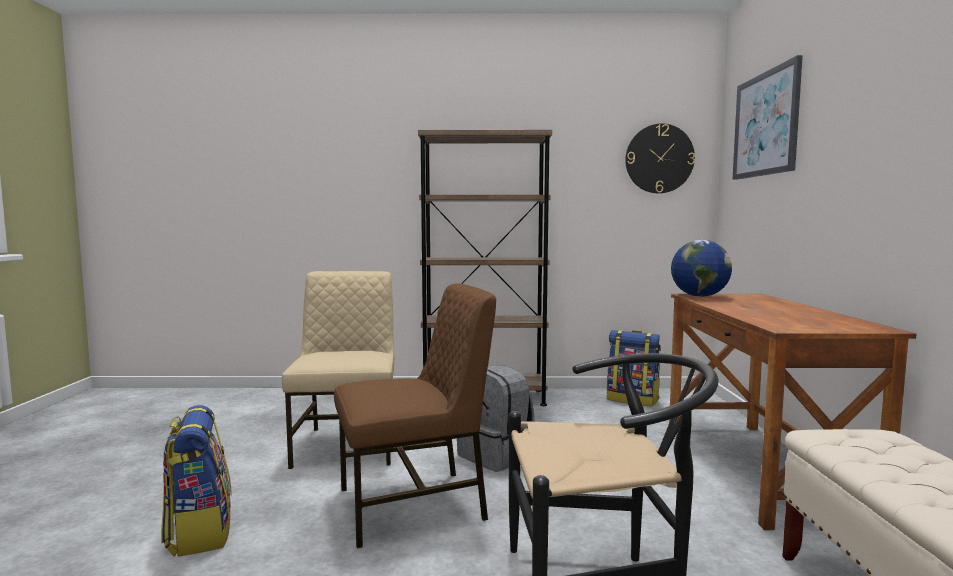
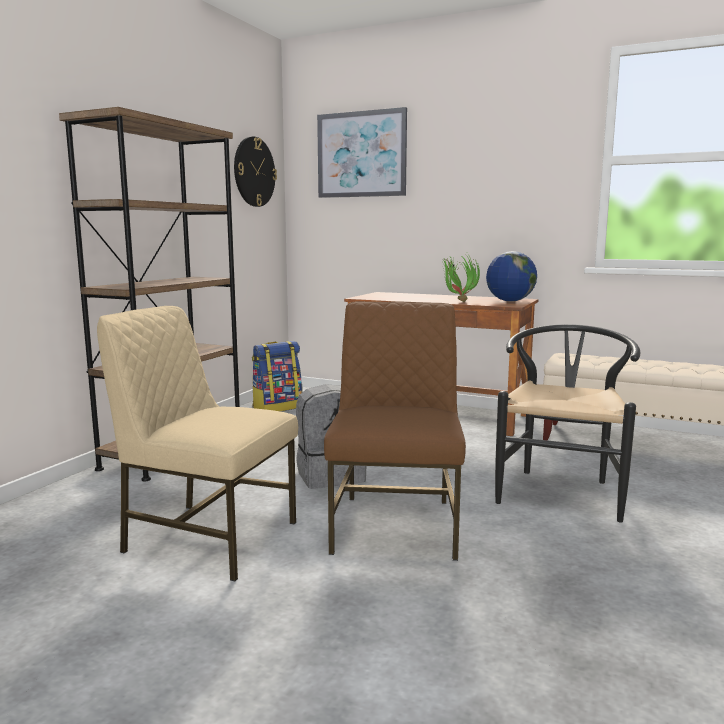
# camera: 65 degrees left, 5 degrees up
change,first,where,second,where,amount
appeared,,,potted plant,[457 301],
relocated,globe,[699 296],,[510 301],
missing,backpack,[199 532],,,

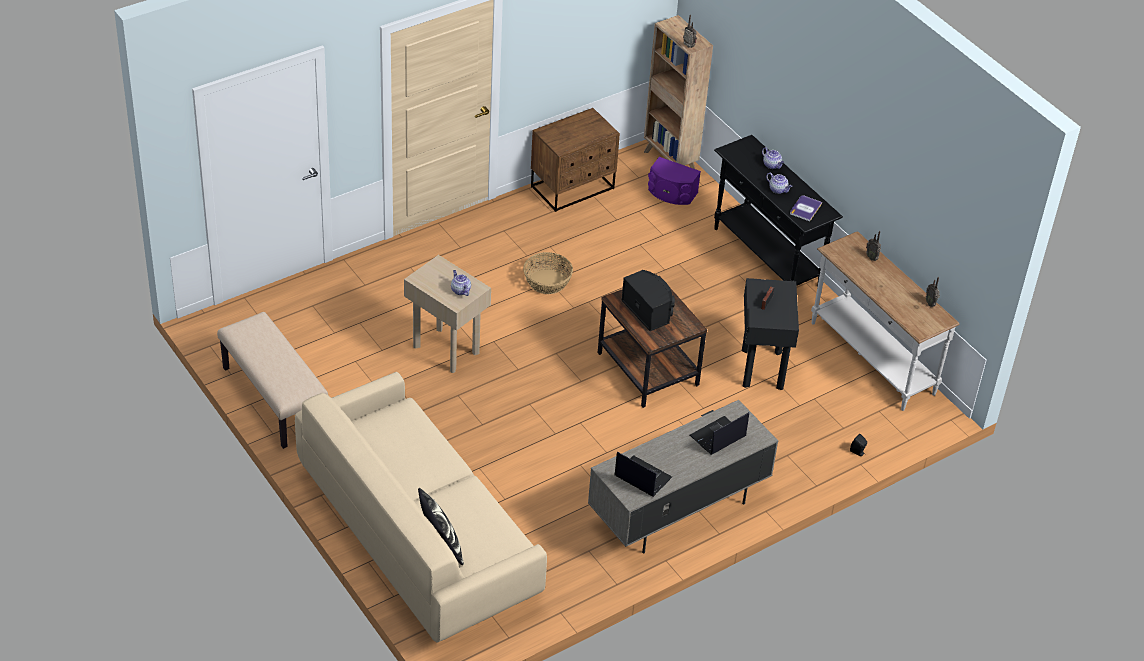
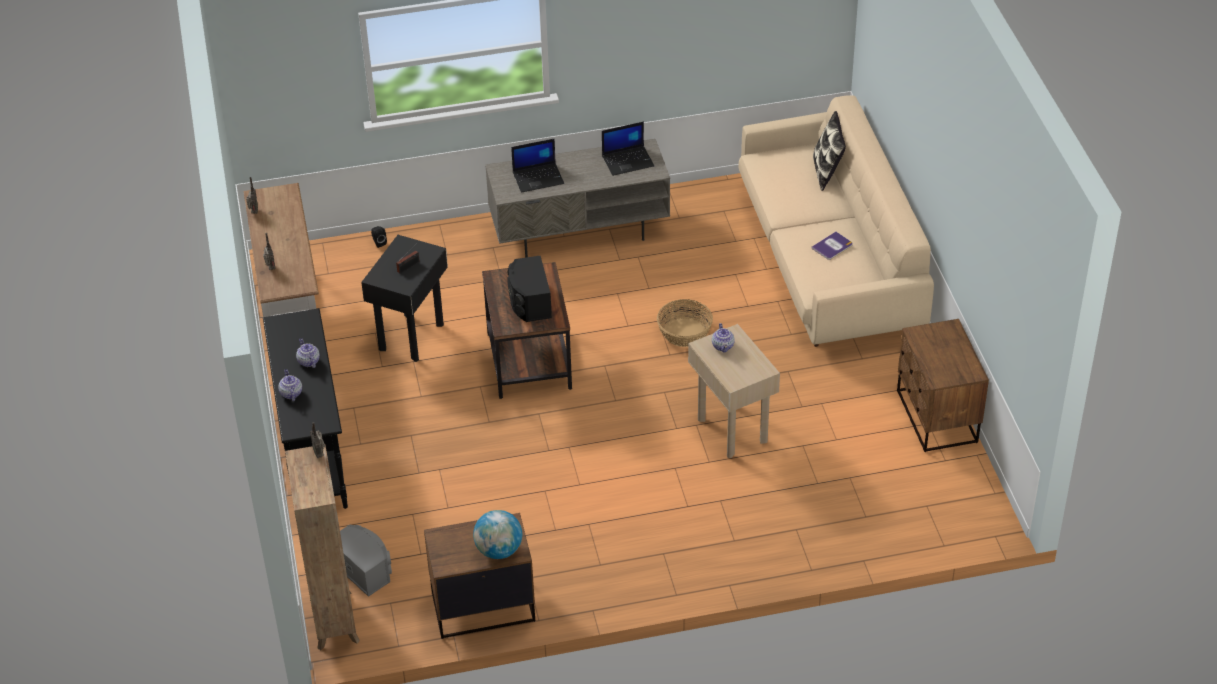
# camera: 155 degrees left, 0 degrees up
change,first,where,second,where,amount
colour,purple speaker,[671 193],grey speaker,[364 569],
appeared,,,globe,[499 550],
spun,laptop,[642 477],,[628 161],75 degrees counterclockwise
relocated,basket,[547 281],,[684 333],
relocated,book,[805 208],,[832 246],
exchanged,beige bench,[273 399],brown nightstand,[936 417],

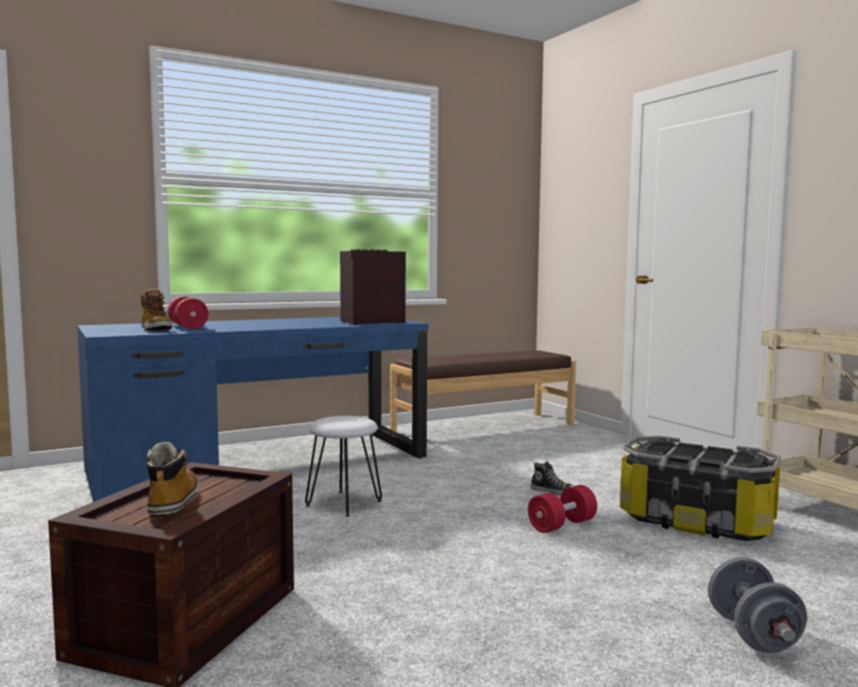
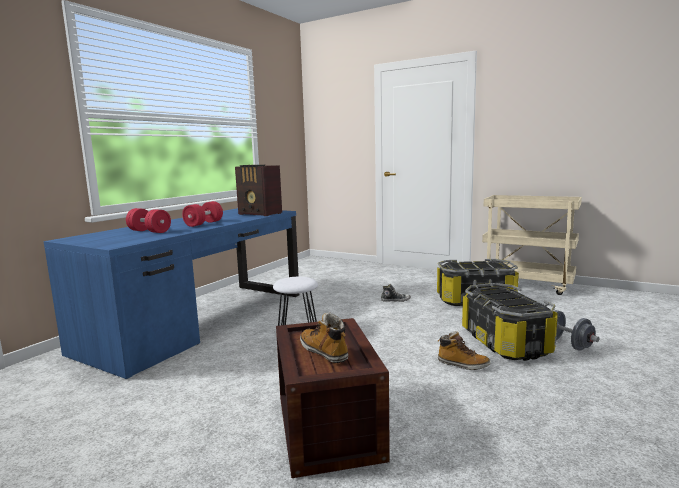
# camera: 30 degrees left, 5 degrees up
change,first,where,second,where,amount
relocated,red dumbbell,[562 525],,[204 223],
spun,radio,[371 322],,[260 214],90 degrees counterclockwise
relocated,boot,[155 329],,[462 364],
appeared,,,storage box,[506 342],
missing,brown bench,[483 428],,,

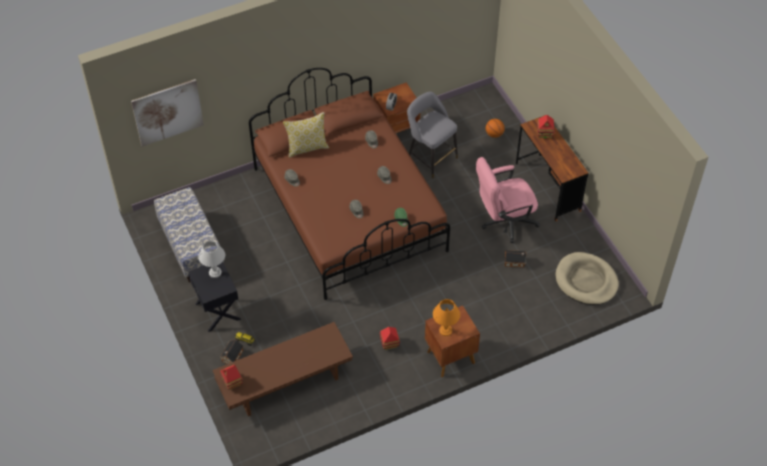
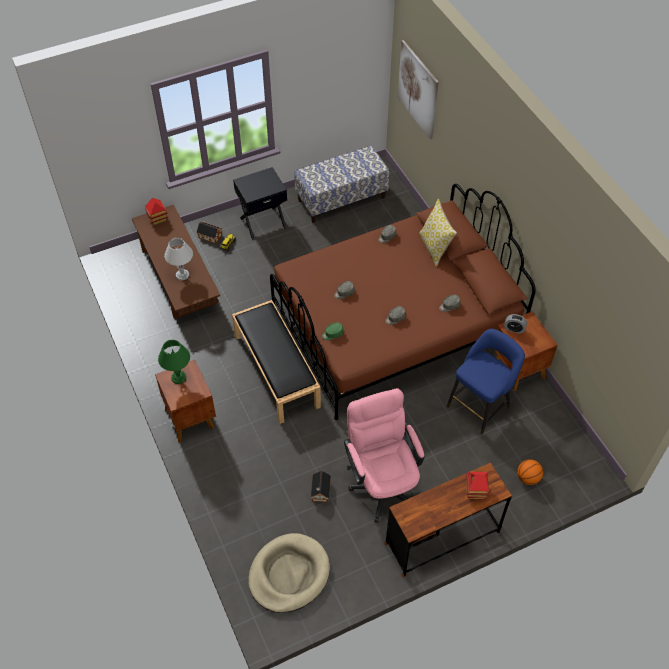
# camera: 90 degrees right, 0 degrees up
change,first,where,second,where,amount
colour,orange table lamp,[445 330],green table lamp,[178 377],
relocated,white table lamp,[214 272],,[182 274],
appeared,,,black bench,[277 371],
colour,grey stool,[430 157],blue stool,[480 404],
missing,toy house,[389 343],,,

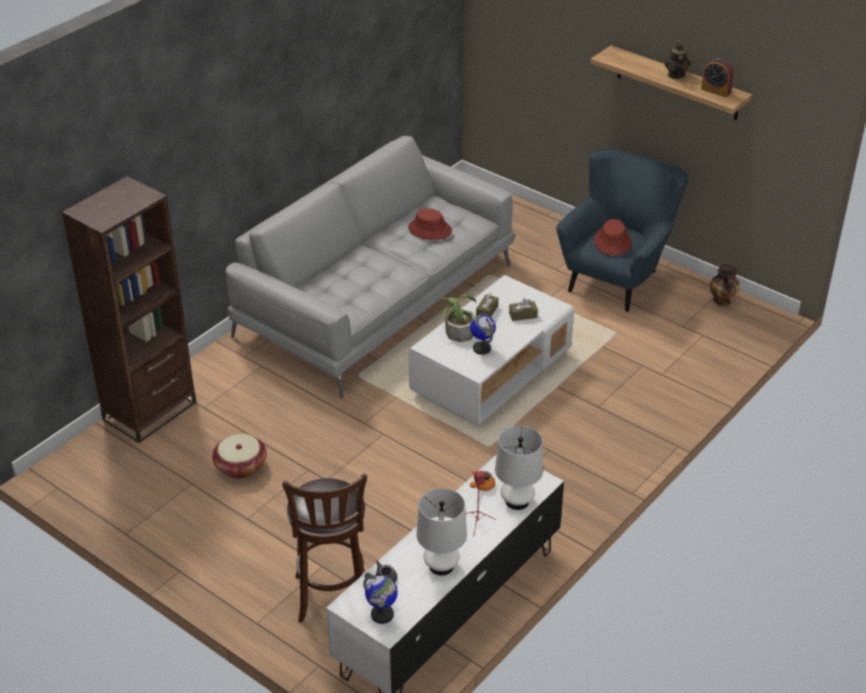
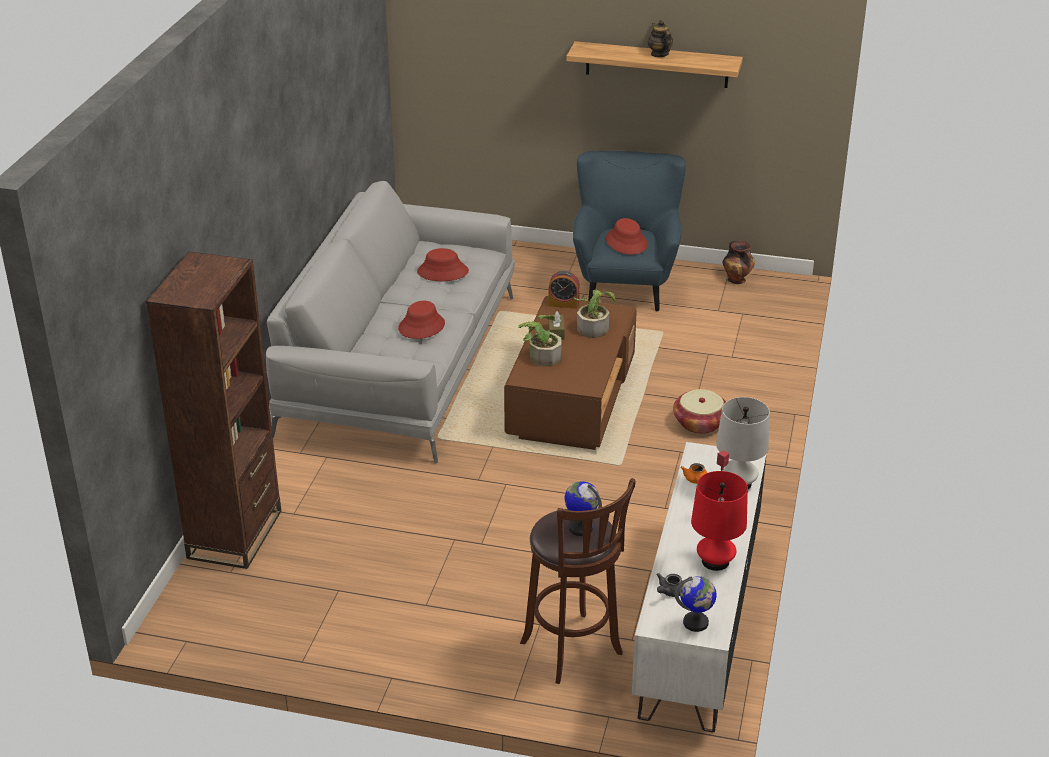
# camera: 25 degrees left, 5 degrees down
change,first,where,second,where,amount
appeared,,,red hat,[421 326],
colour,white coffee table,[491 374],brown coffee table,[571 399],
relocated,alarm clock,[716 91],,[563 304],
relocated,globe,[482 348],,[580 528],
exchanged,brown tissue box,[523 315],potted plant,[594 326],
relocated,basket,[240 466],,[699 423],
colour,white table lamp,[441 565],red table lamp,[715 561],

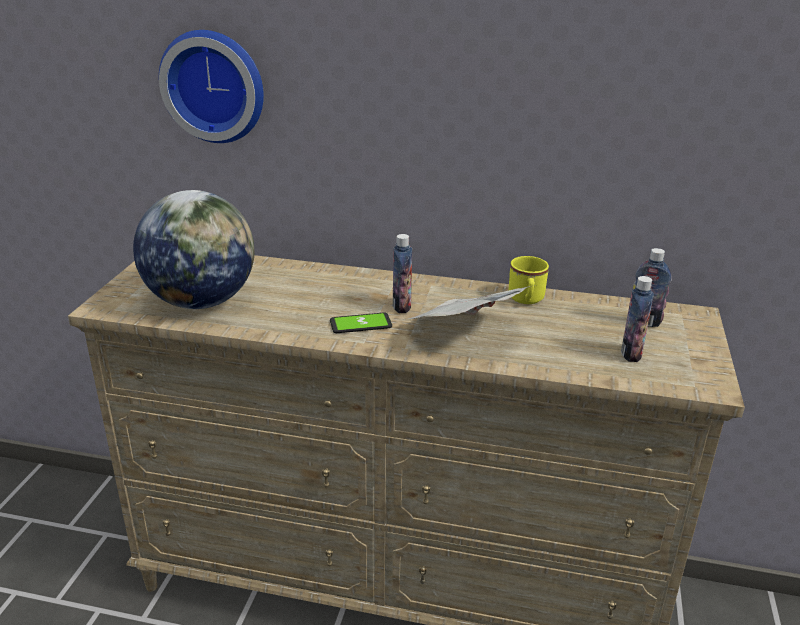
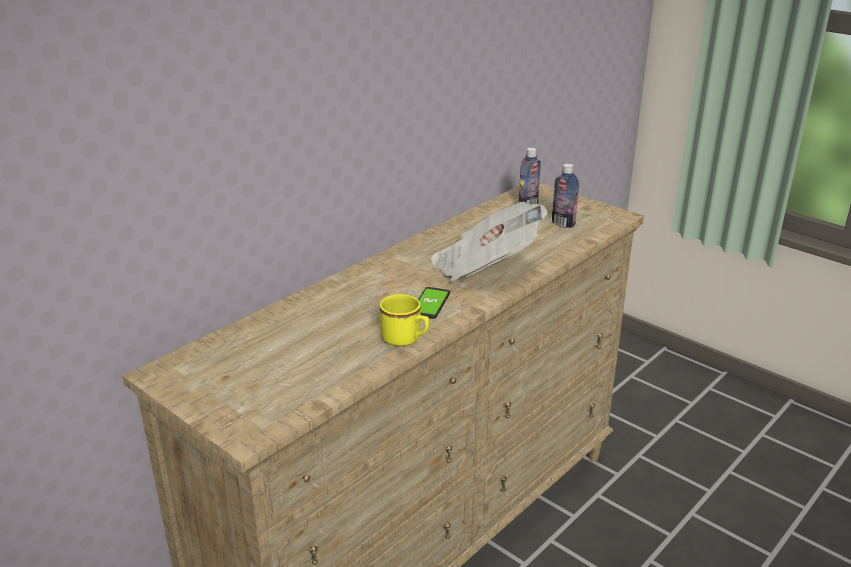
# camera: 60 degrees left, 0 degrees up
change,first,where,second,where,amount
relocated,yellow mug,[526 300],,[406 339],
missing,globe,[201 301],,,
missing,wall clock,[215 85],,,
missing,bottle,[401 306],,,

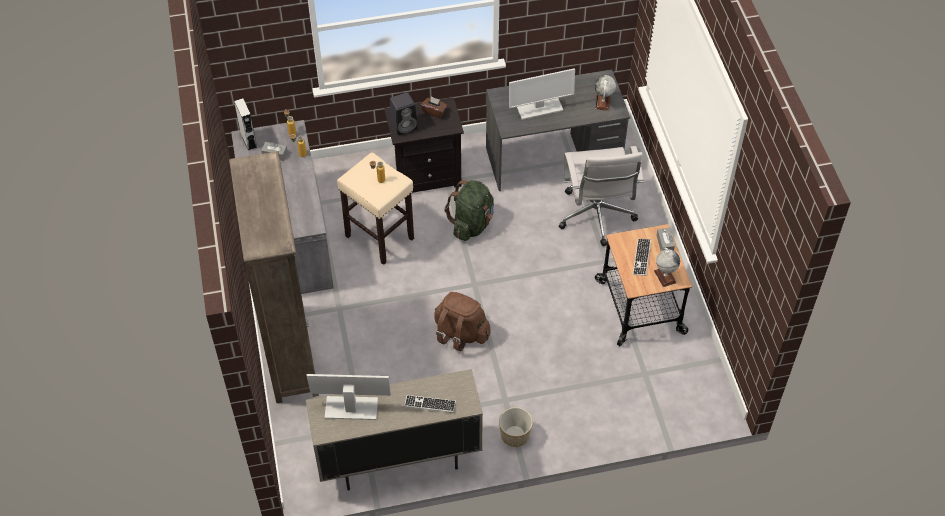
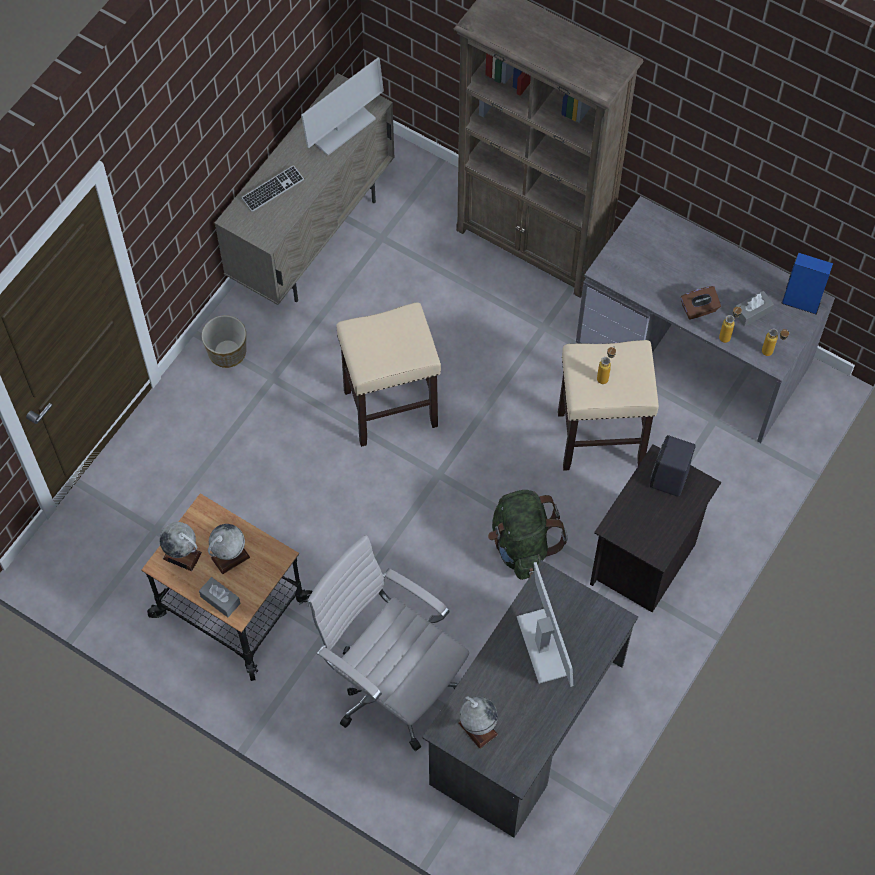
# camera: 135 degrees right, 10 degrees up
change,first,where,second,where,amount
exchanged,keyboard,[641 257],globe,[230 557],
exchanged,brown backpack,[461 333],beige stool,[391 408],
spun,monitor,[539 108],,[545 646],135 degrees clockwise
relocated,brown tissue box,[434 111],,[699 309],
colour,grey speaker,[249 141],blue speaker,[800 303],

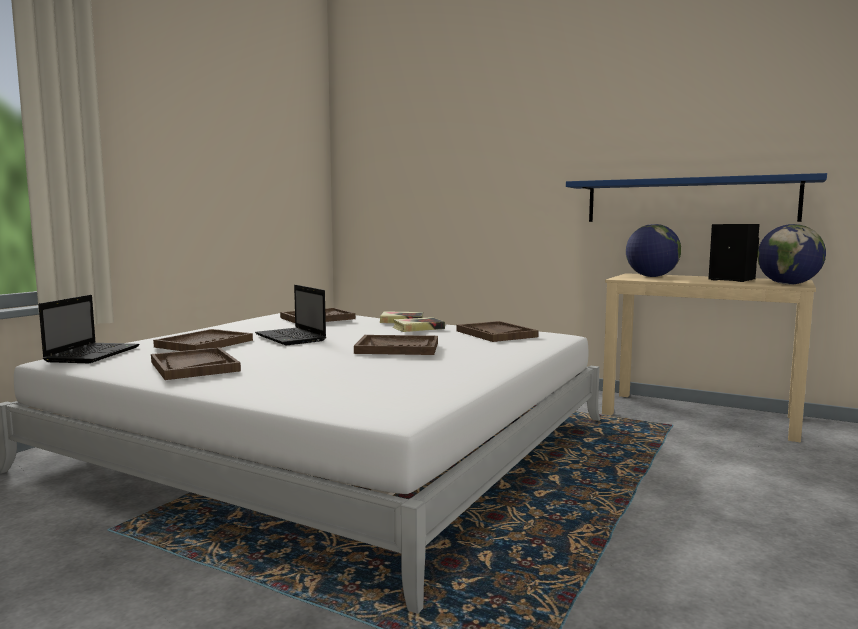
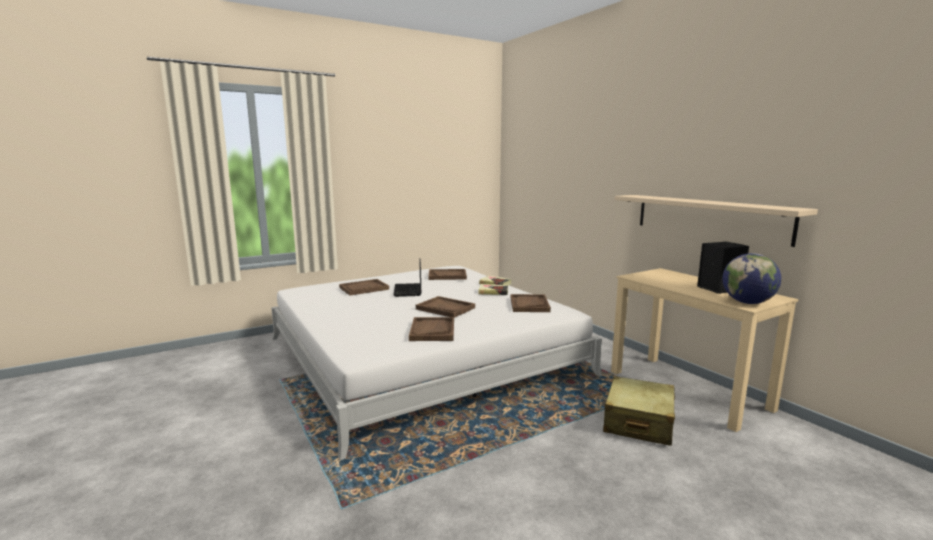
# camera: 30 degrees right, 5 degrees up
change,first,where,second,where,amount
relocated,brown tray,[194 366],,[432 331],
appeared,,,beige suitcase,[638 422],
colour,blue shelf,[688 200],beige shelf,[708 217],
missing,laptop,[94 354],,,
missing,globe,[651 276],,,

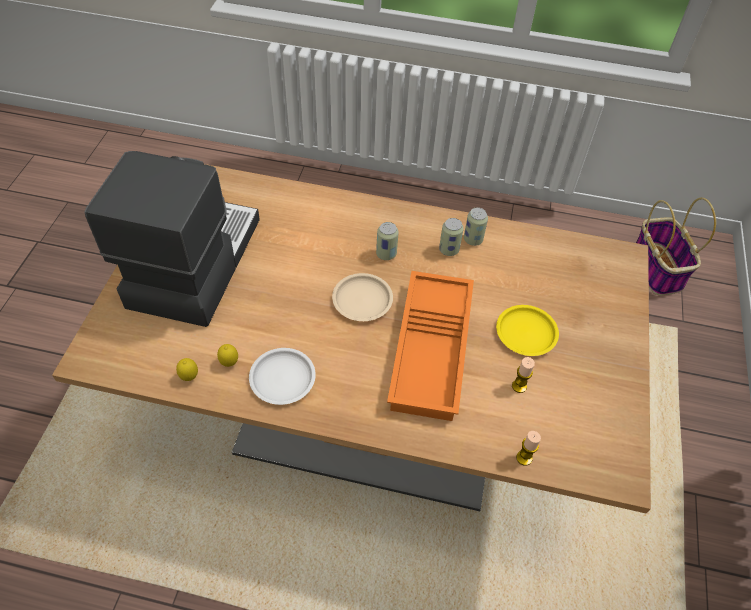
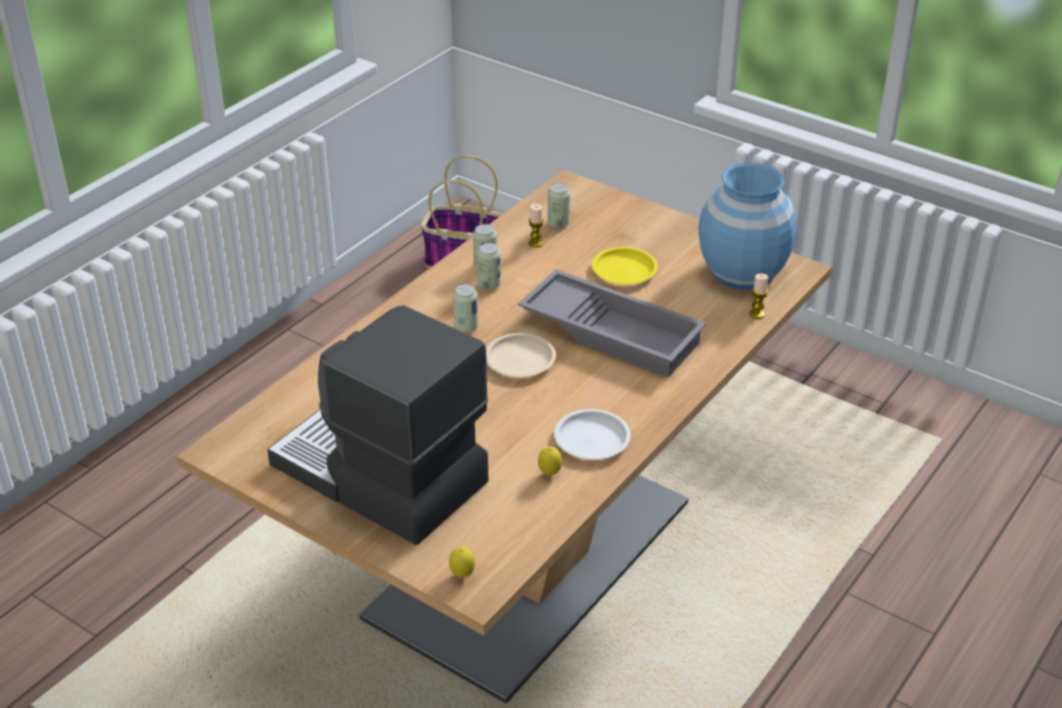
# camera: 65 degrees left, 15 degrees down
change,first,where,second,where,amount
relocated,lemon,[189 377],,[462 575],
colour,orange tray,[433 351],grey tray,[613 331],
relocated,candle,[519 386],,[536 243],
appeared,,,can,[558 223],
appeared,,,blue vase,[743 272],

